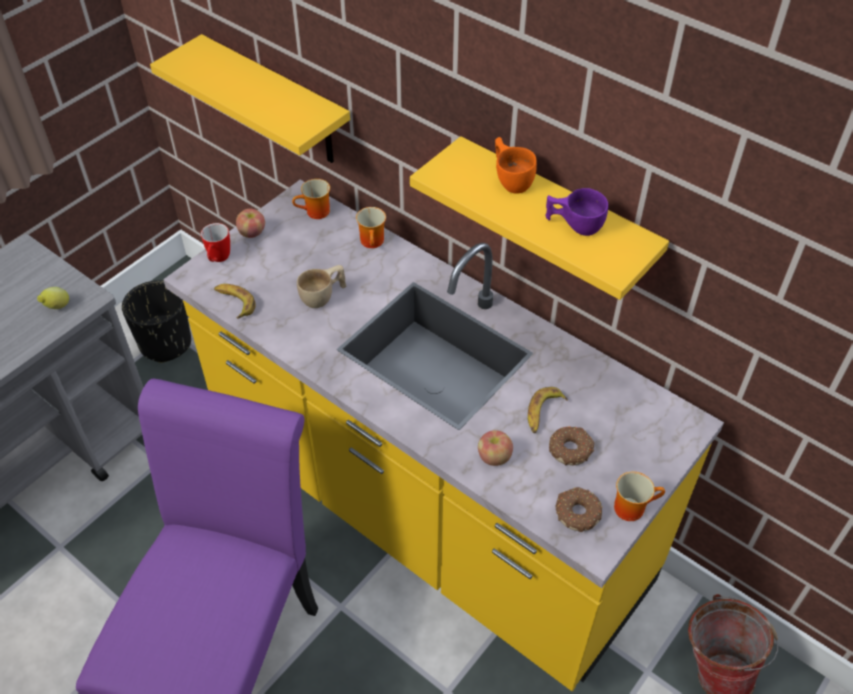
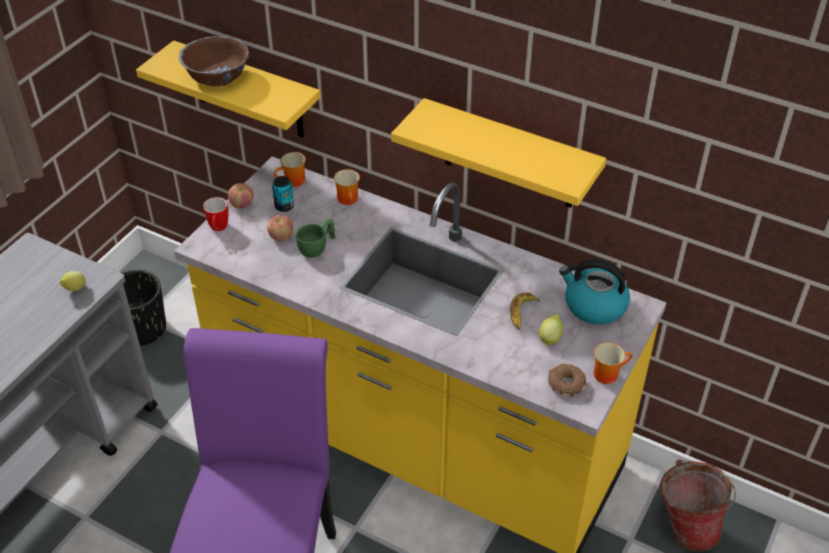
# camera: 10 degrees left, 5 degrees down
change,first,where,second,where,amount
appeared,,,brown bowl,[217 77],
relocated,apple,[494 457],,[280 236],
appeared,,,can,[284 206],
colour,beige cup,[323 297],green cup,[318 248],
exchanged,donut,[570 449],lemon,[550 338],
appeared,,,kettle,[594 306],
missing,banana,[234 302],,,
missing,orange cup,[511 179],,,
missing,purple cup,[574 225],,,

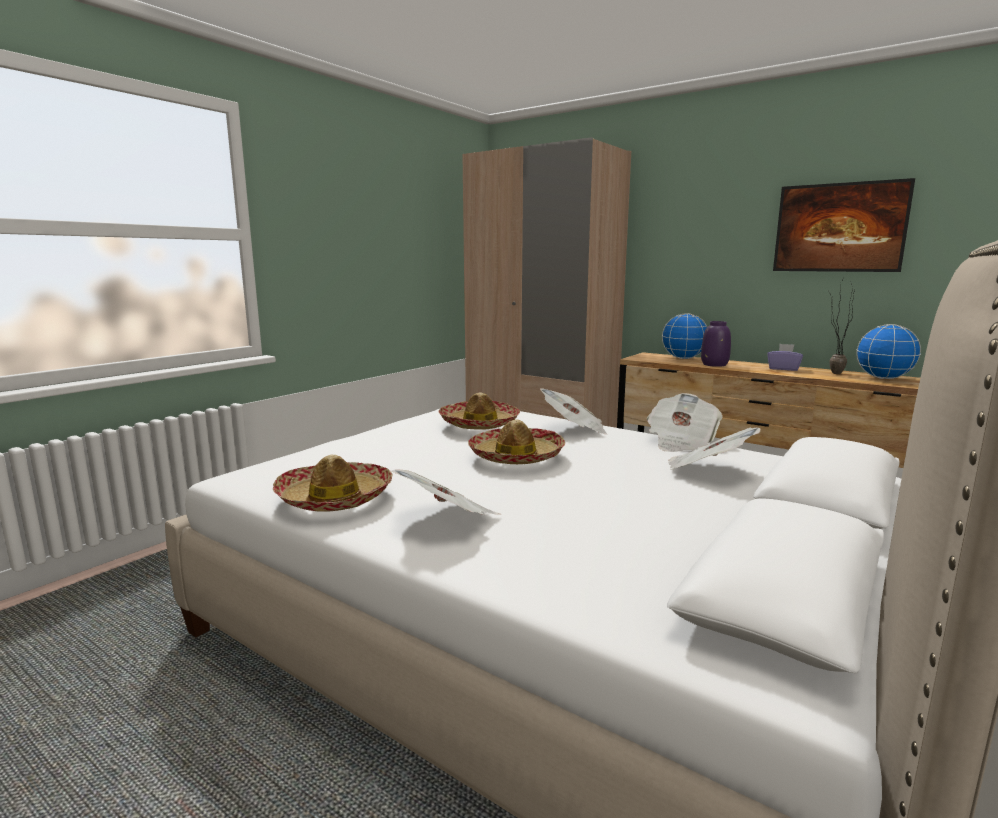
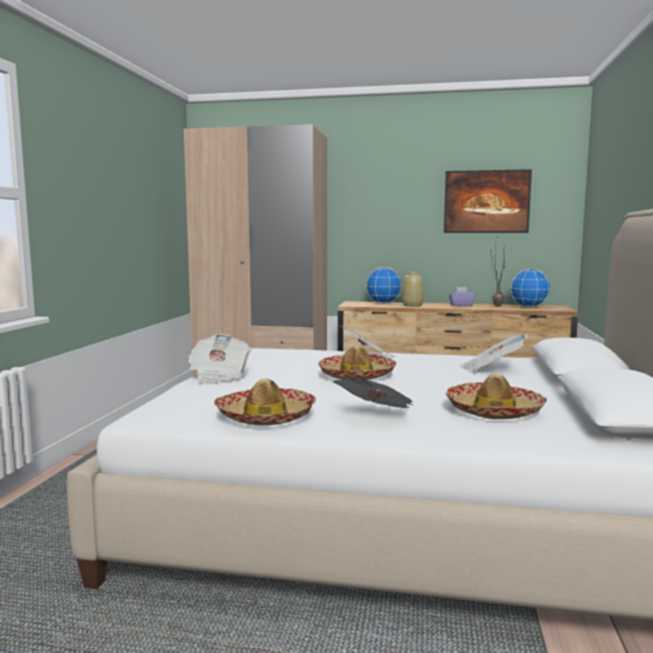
# camera: 25 degrees left, 5 degrees down
change,first,where,second,where,amount
relocated,newspaper,[680 442],,[218 376],
colour,purple vase,[715 364],beige vase,[412 305],
relocated,hat,[479 423],,[494 411],

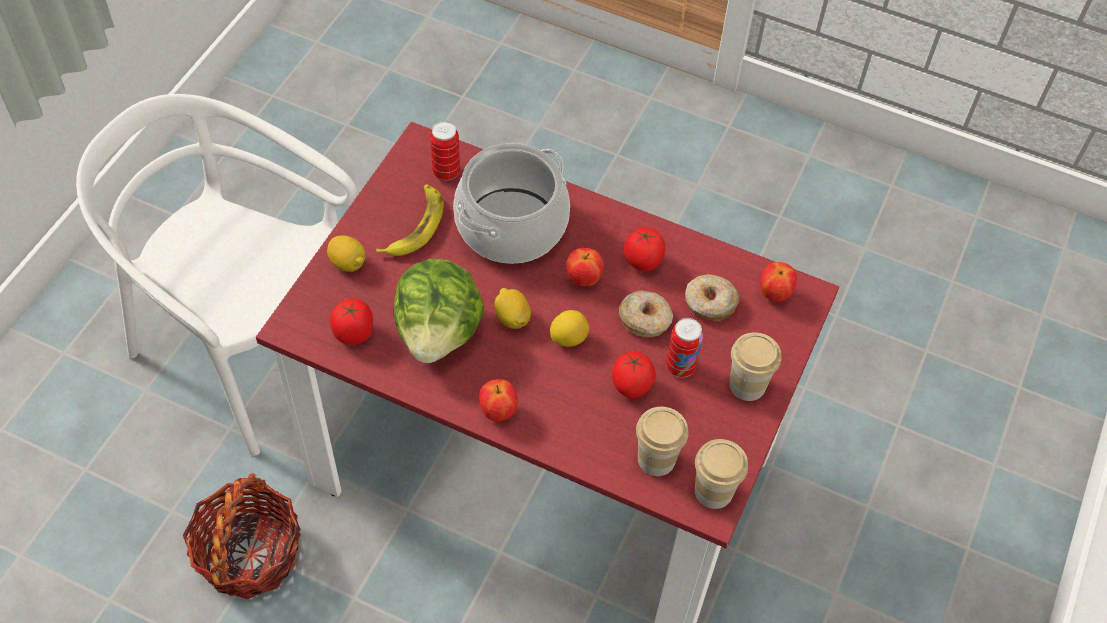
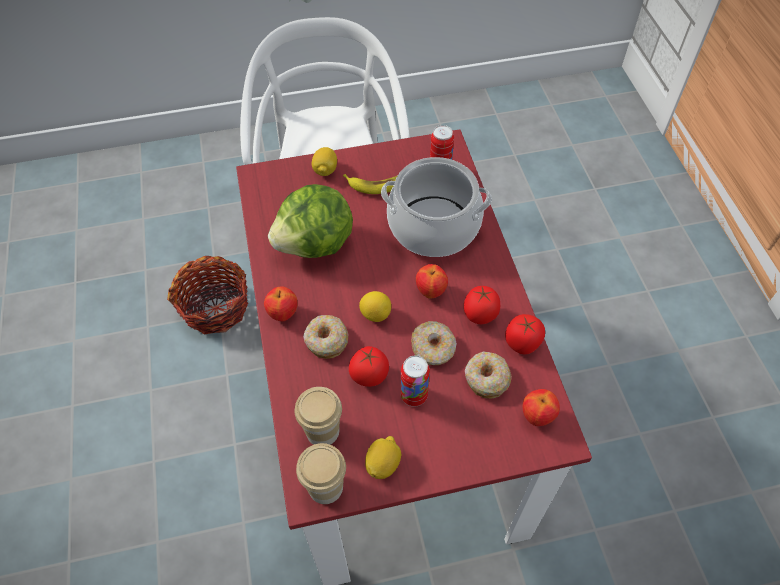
# camera: 55 degrees right, 0 degrees up
change,first,where,second,where,amount
appeared,,,donut,[326 340],
relocated,lemon,[512 318],,[383 463],
relocated,tomato,[354 333],,[522 343],
missing,cup,[747 385],,,

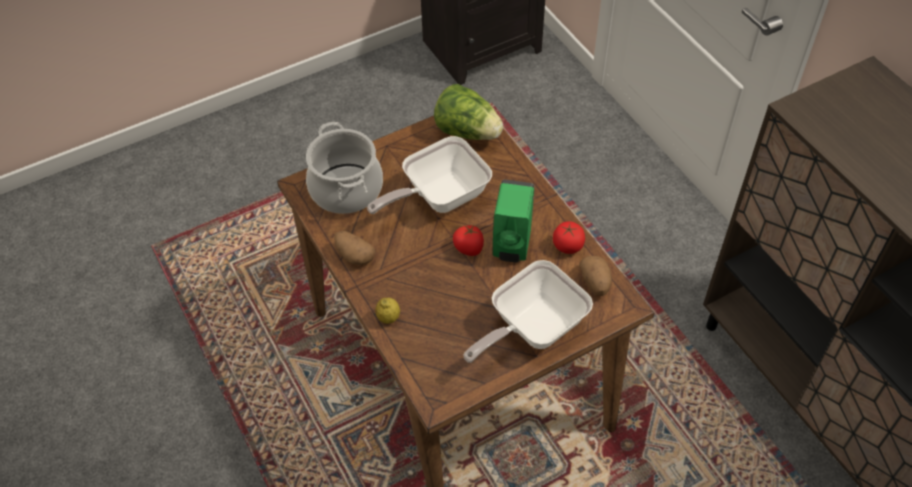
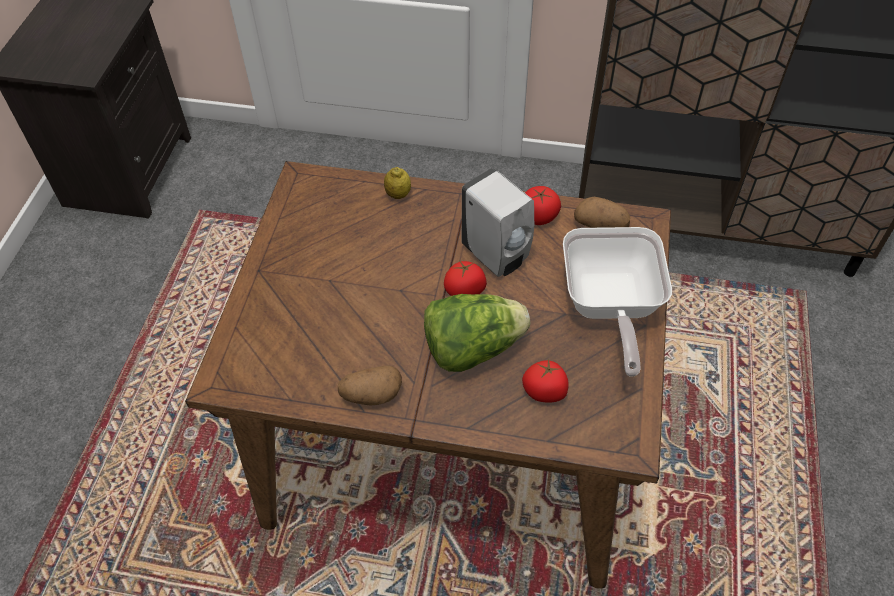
# camera: 50 degrees left, 0 degrees up
change,first,where,second,where,amount
relocated,lemon,[388 318],,[398 194],
relocated,lettuce,[467 131],,[472 348],
colour,green soap dispenser,[511 246],white soap dispenser,[497 257],
appeared,,,tomato,[545 391],
missing,cooking pot,[345 189],,,
missing,frying pan,[438 197],,,

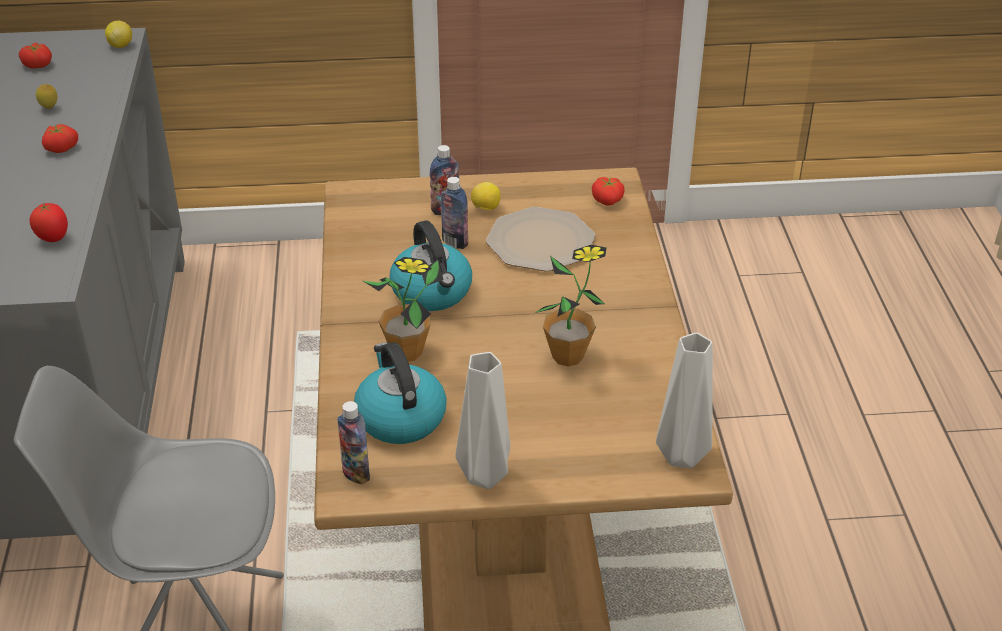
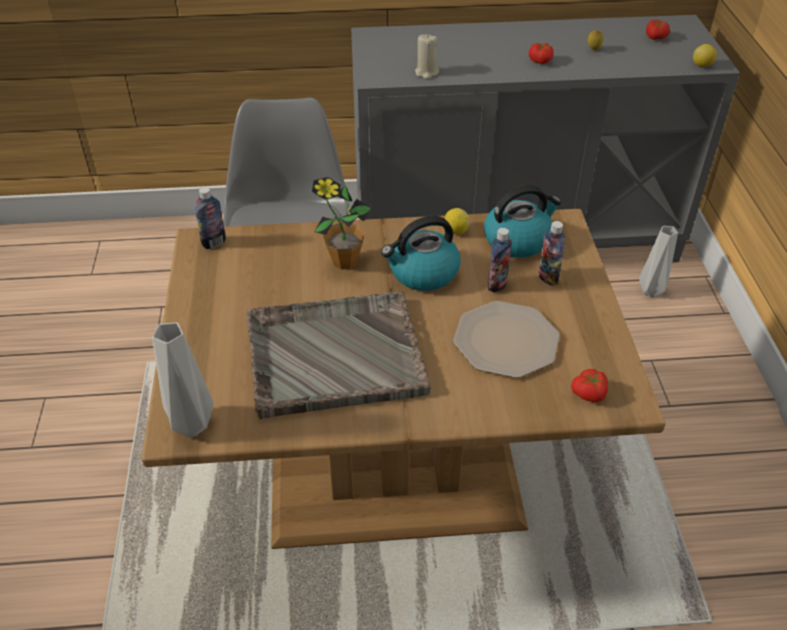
# camera: 90 degrees right, 5 degrees up
change,first,where,second,where,amount
exchanged,potted plant,[568 356],grey tray,[333 355],
exchanged,tomato,[53 239],beige candle,[426 72],
relocated,lemon,[485 208],,[456 231],
relocated,kettle,[399 417],,[518 240],
relocated,grey vase,[482 476],,[651 290],

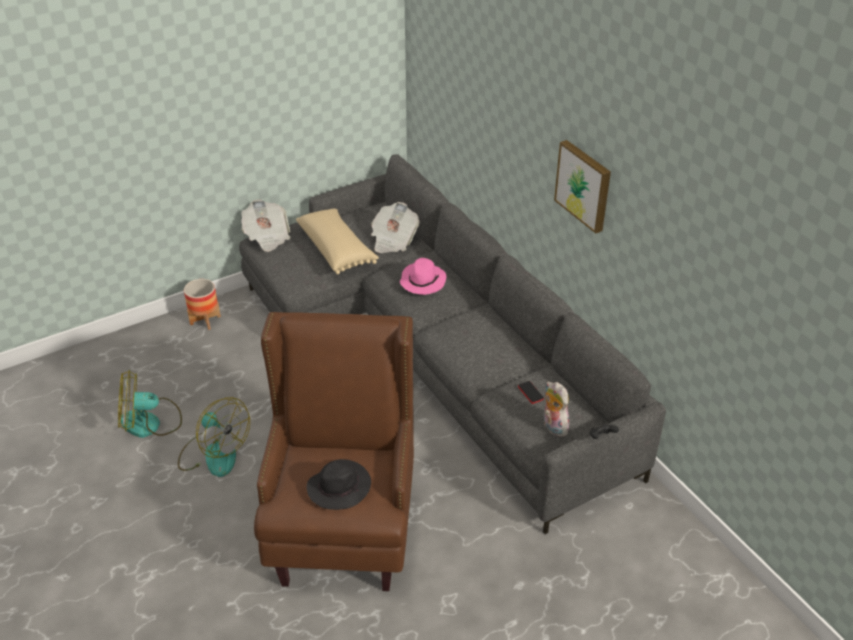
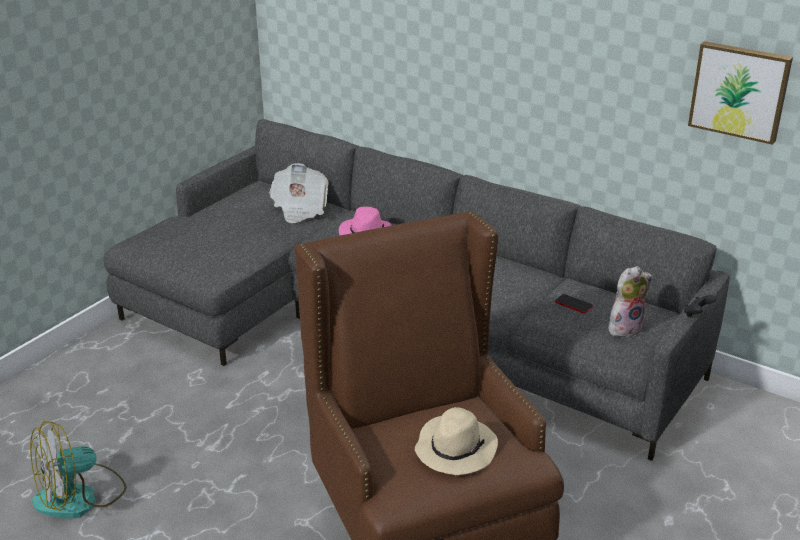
# camera: 25 degrees left, 10 degrees down
change,first,where,second,where,amount
colour,black hat,[340 487],beige hat,[455 448],
spun,plush toy,[553 426],,[624 328],120 degrees clockwise
relocated,picture,[584 185],,[740 91],
missing,fan,[214 453],,,
missing,planter,[205 320],,,
missing,newspaper,[267 237],,,
missing,beige pillow,[337 250],,,

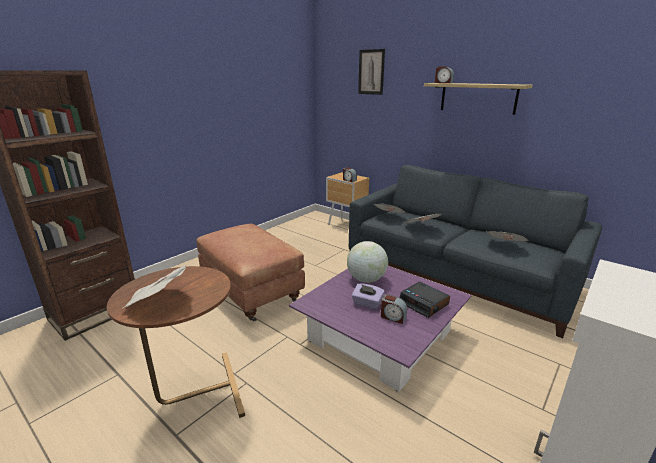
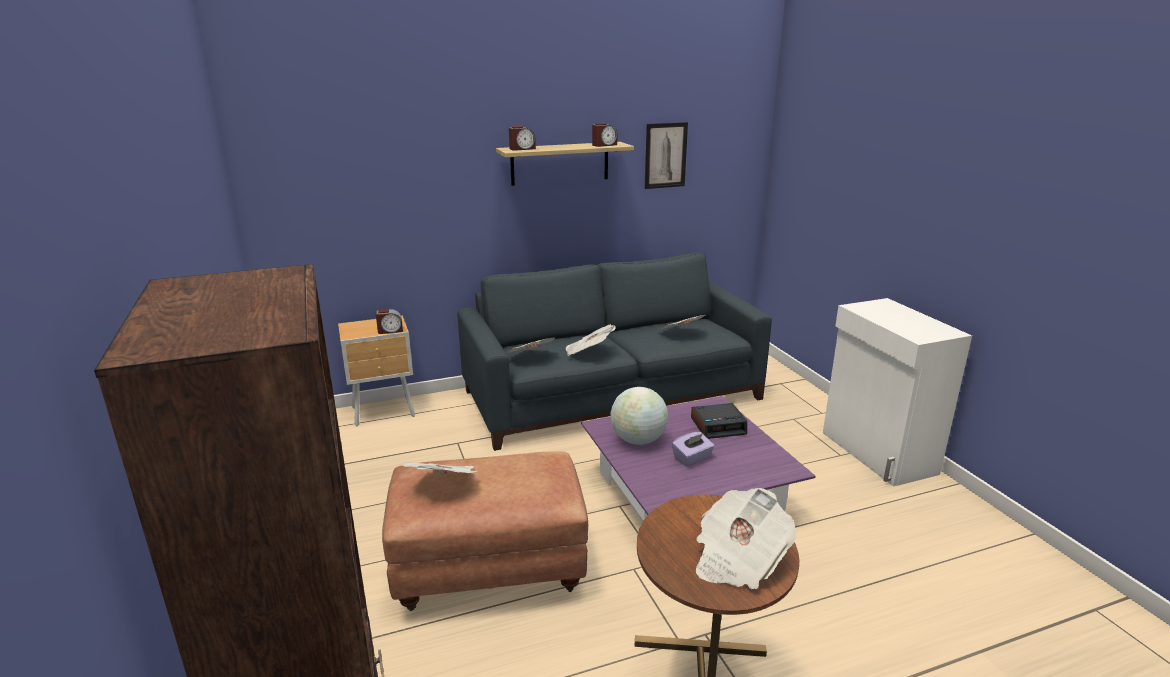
# camera: 60 degrees left, 0 degrees up
change,first,where,second,where,amount
appeared,,,newspaper,[445 484],
relocated,alarm clock,[393 317],,[604 145],
relocated,picture,[371 72],,[665 155],

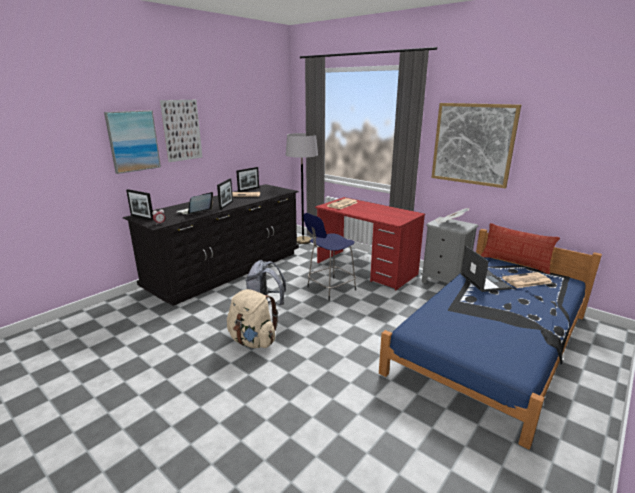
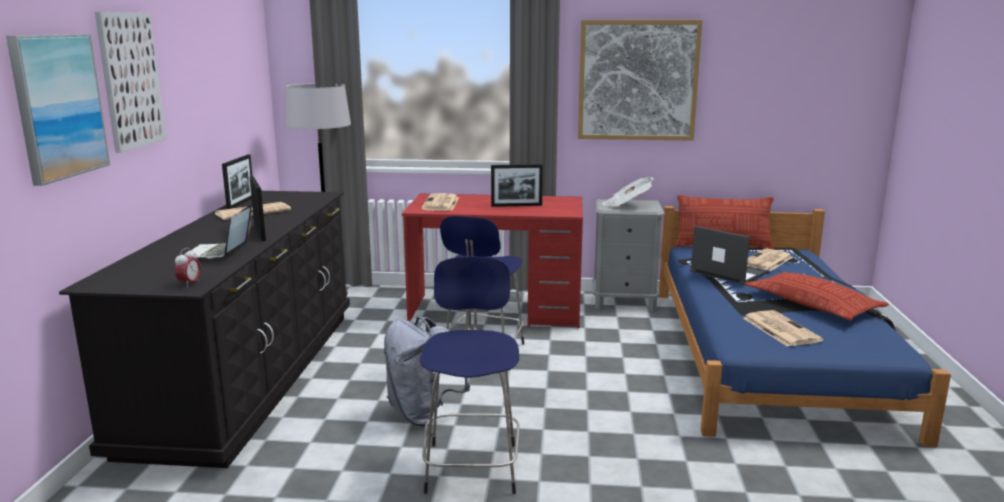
# camera: 35 degrees left, 5 degrees down
change,first,where,second,where,amount
exchanged,beige backpack,[253 341],blue stool,[472 465],
relocated,picture frame,[142 217],,[516 205],
appeared,,,newspaper,[779 329],
appeared,,,pillow,[813 304],

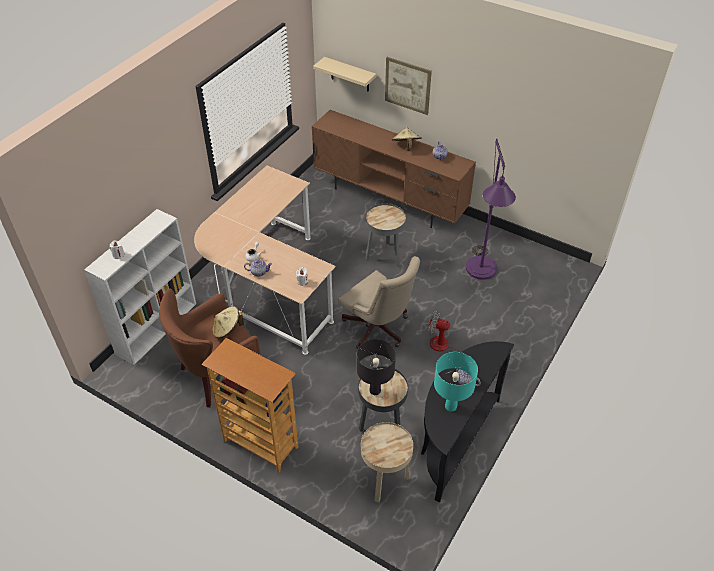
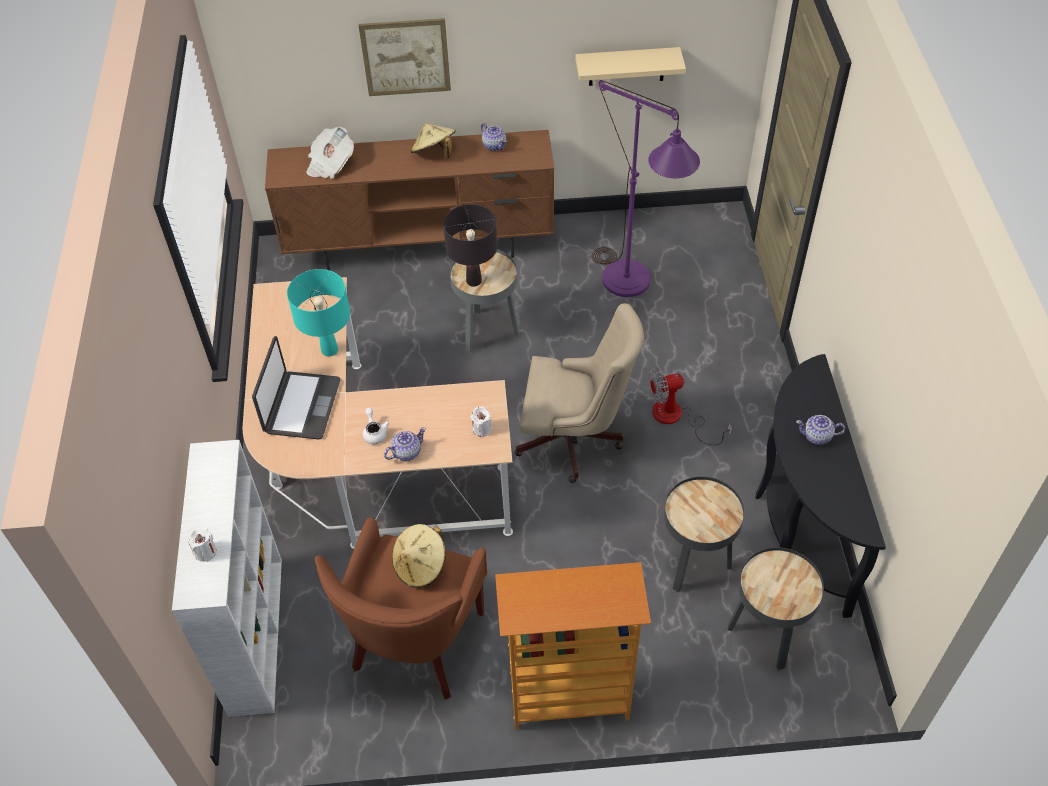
# camera: 35 degrees left, 5 degrees up
change,first,where,second,where,amount
appeared,,,laptop,[301 406],
relocated,turquoise table lamp,[451 406],,[329 350],
appeared,,,newspaper,[330 164],
relocated,black table lamp,[375 390],,[473 281],
relocated,beige shelf,[350 75],,[626 66],
colour,beige side table,[384 480],black side table,[766 635],

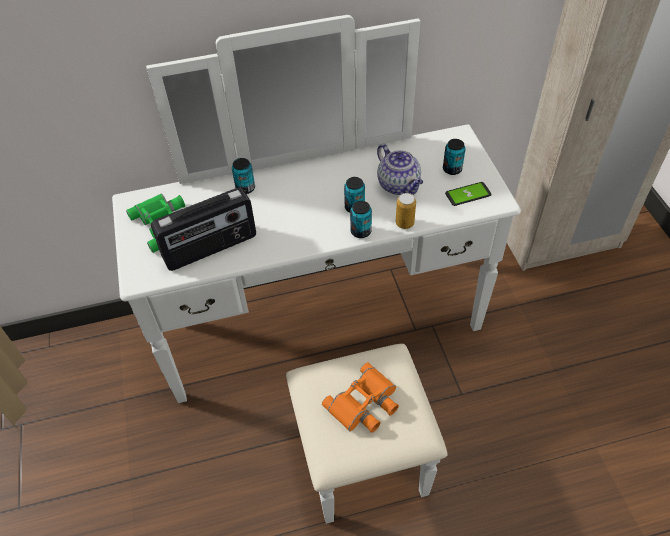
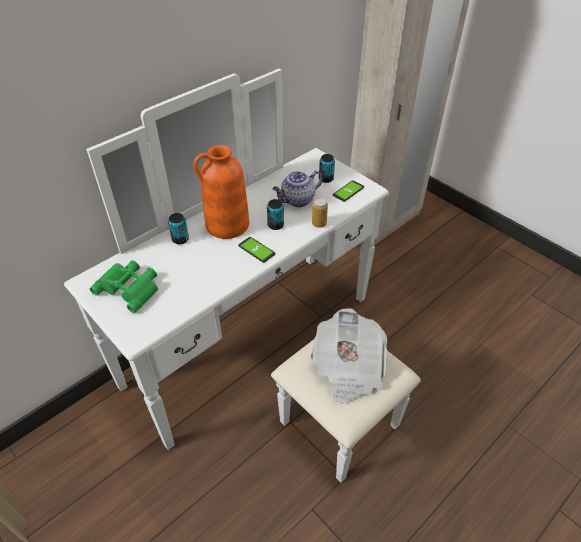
# camera: 30 degrees left, 5 degrees down
change,first,where,second,where,amount
appeared,,,orange vase,[227 225],
appeared,,,phone,[256 250],
spun,teapot,[399 185],,[297 200],120 degrees clockwise
exchanged,orange binoculars,[364 404],newspaper,[348 369],
missing,radio,[211 248],,,
missing,can,[361 231],,,

